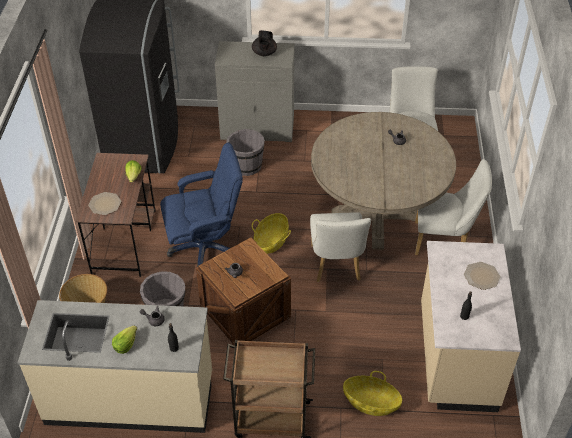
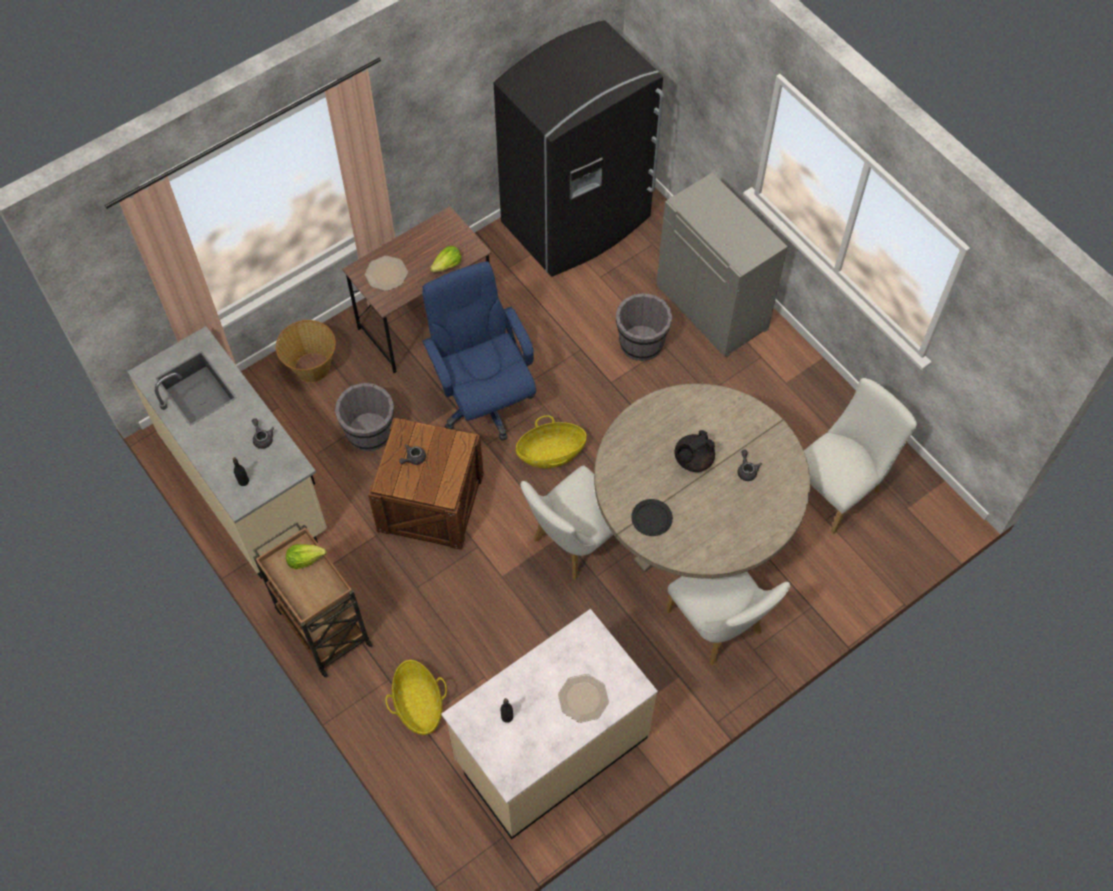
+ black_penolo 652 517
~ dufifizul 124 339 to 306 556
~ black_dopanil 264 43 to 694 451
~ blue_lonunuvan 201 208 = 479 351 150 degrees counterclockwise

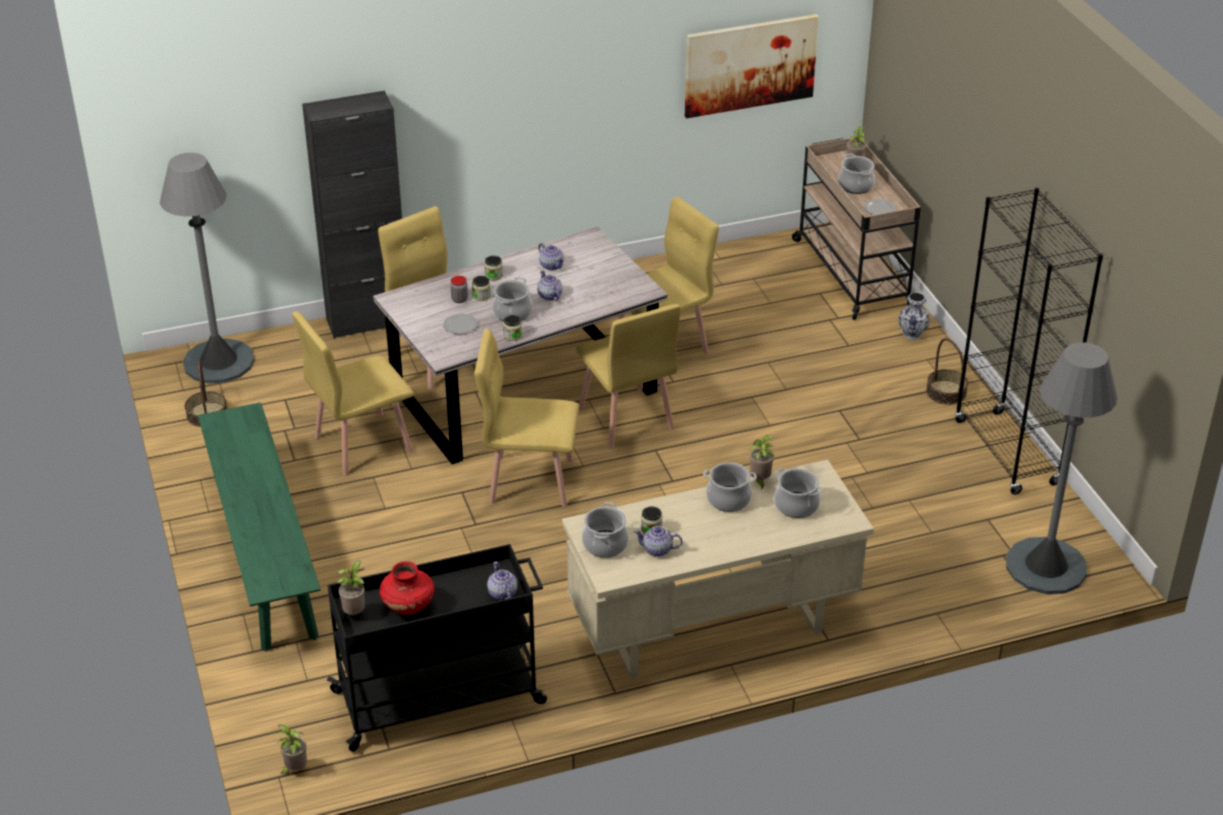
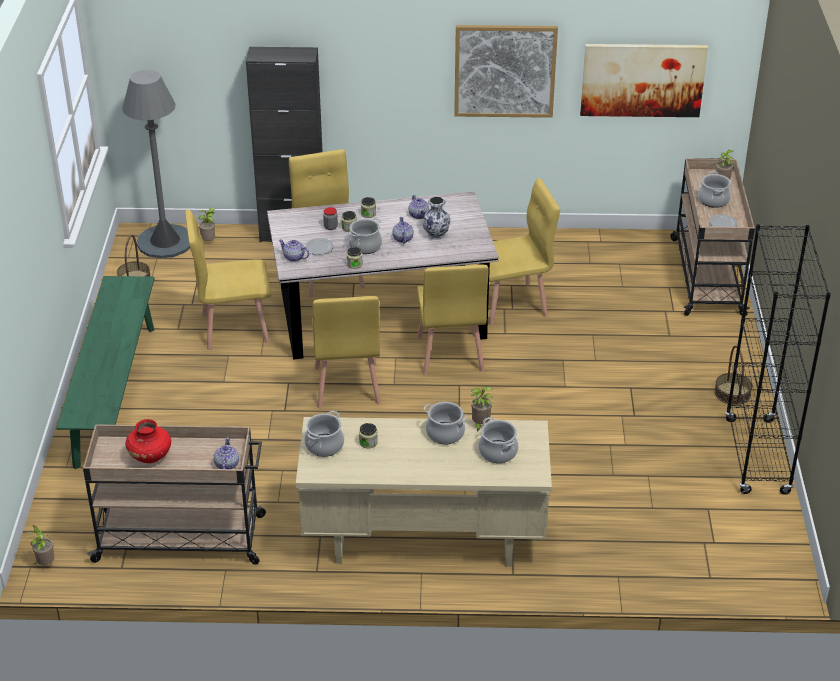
- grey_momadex 1061 468
+ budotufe 506 71
~ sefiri 351 588 to 206 224
~ dopanil 658 541 to 293 250
~ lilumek 914 316 to 436 218
~ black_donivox 437 648 to beige_donivox 174 494
~ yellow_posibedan 526 417 = 346 352 120 degrees counterclockwise

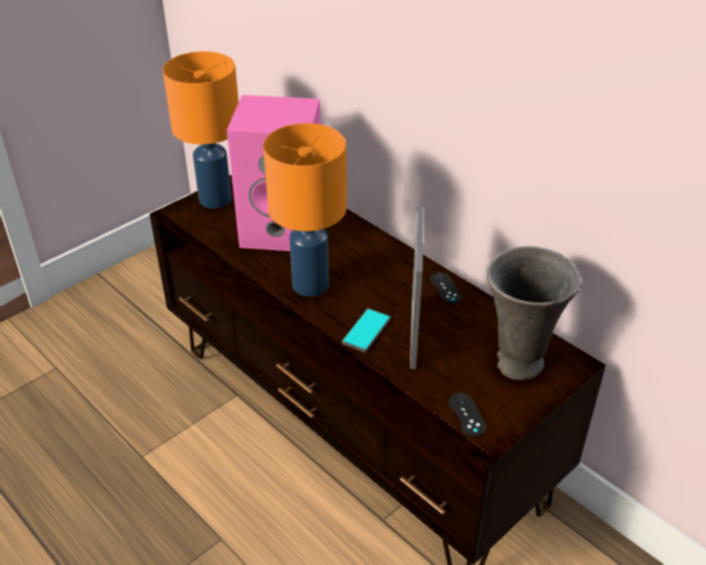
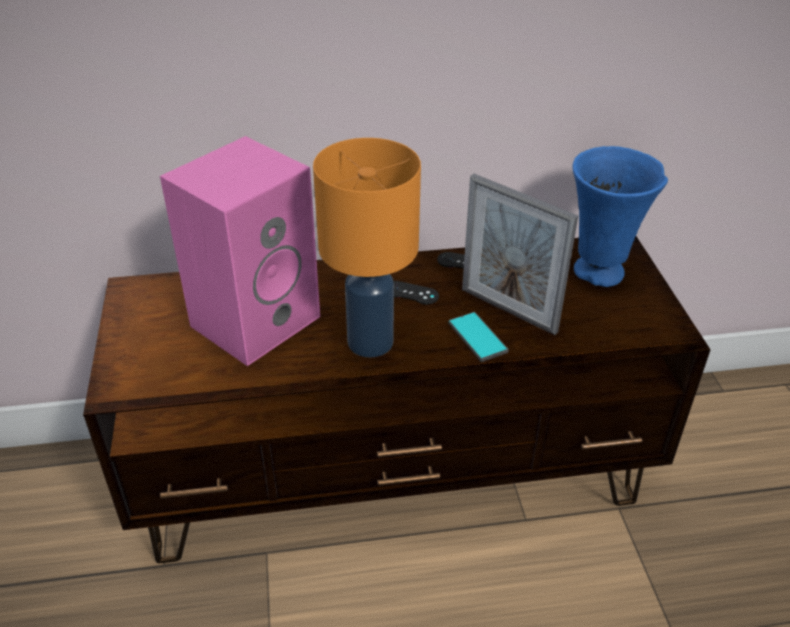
- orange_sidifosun 201 130
~ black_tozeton 467 414 to 416 293
~ grey_lilumek 534 313 to blue_lilumek 620 216

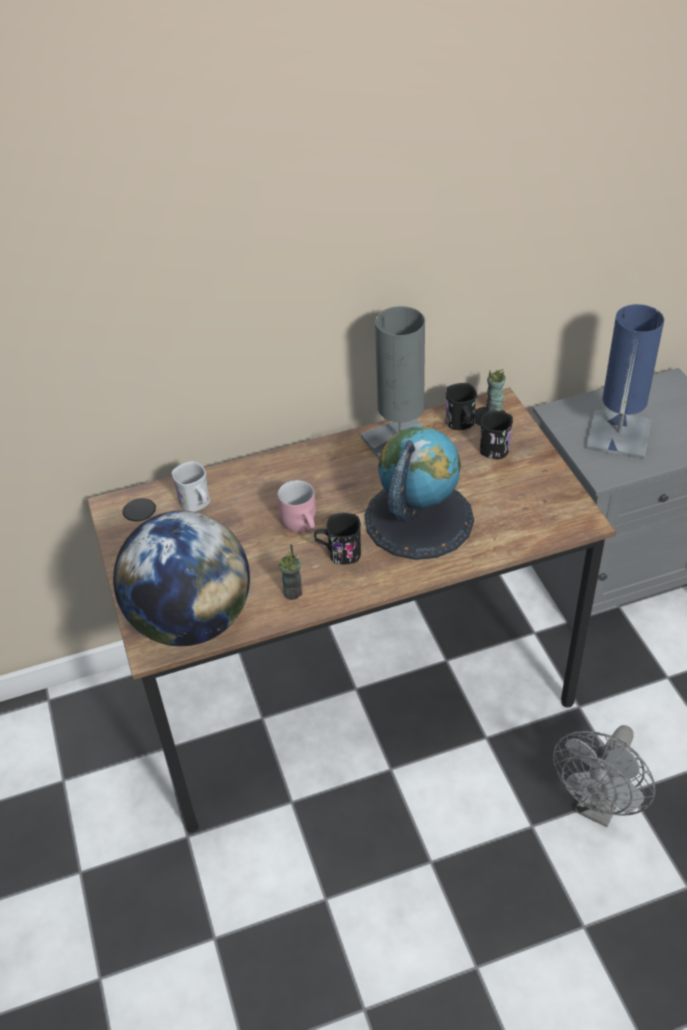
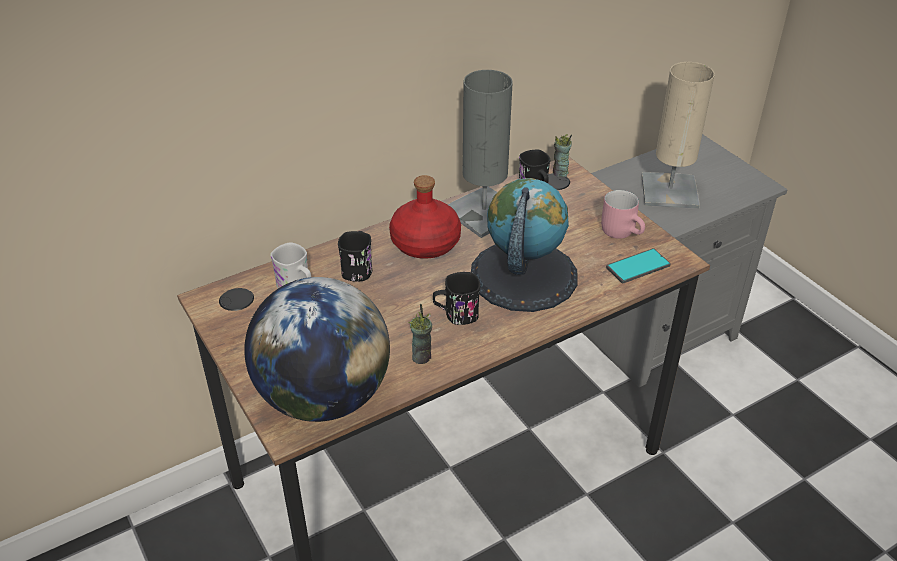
- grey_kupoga 604 776
+ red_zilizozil 425 217
+ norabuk 638 266
~ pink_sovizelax 297 506 to 623 214
~ black_sovizelax 496 434 to 355 256
~ blue_sidifosun 624 381 to beige_sidifosun 678 135

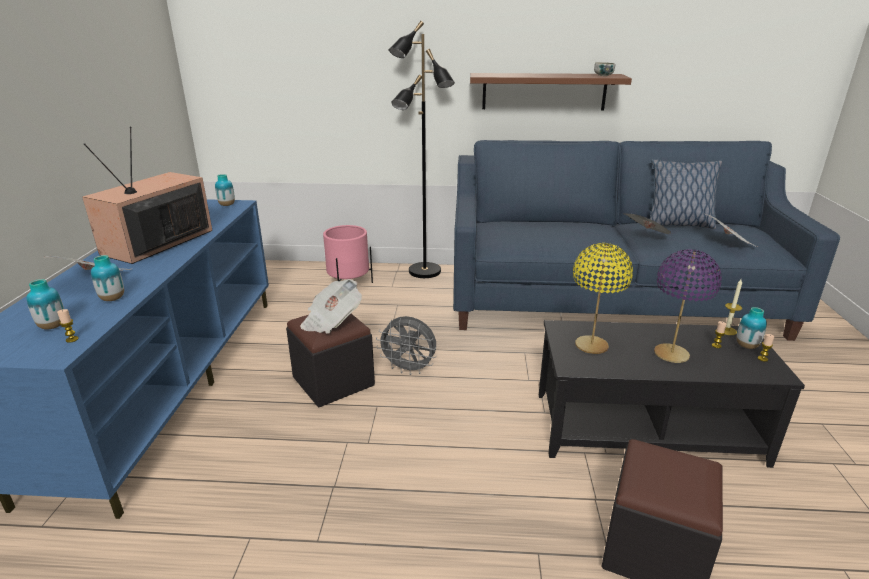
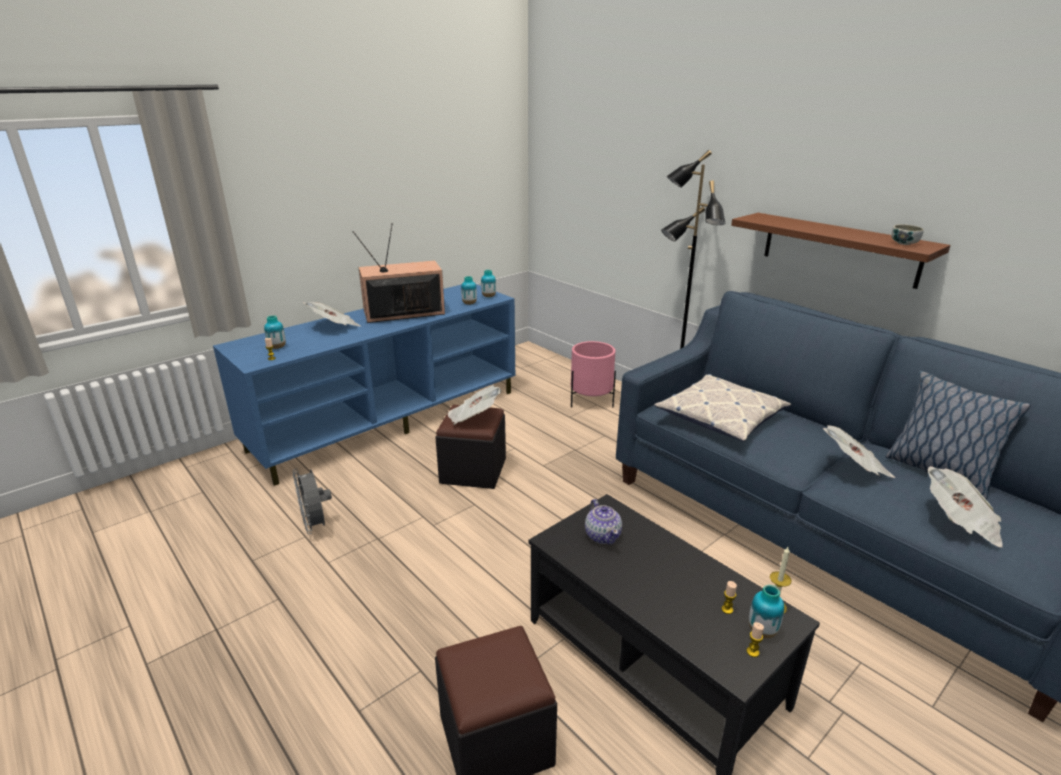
- purple_sidifosun 688 306
+ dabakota 722 408
~ lilumek 107 278 to 469 290
~ grey_kupoga 406 345 to 312 501
~ yellow_sidifosun 603 298 to dopanil 603 522

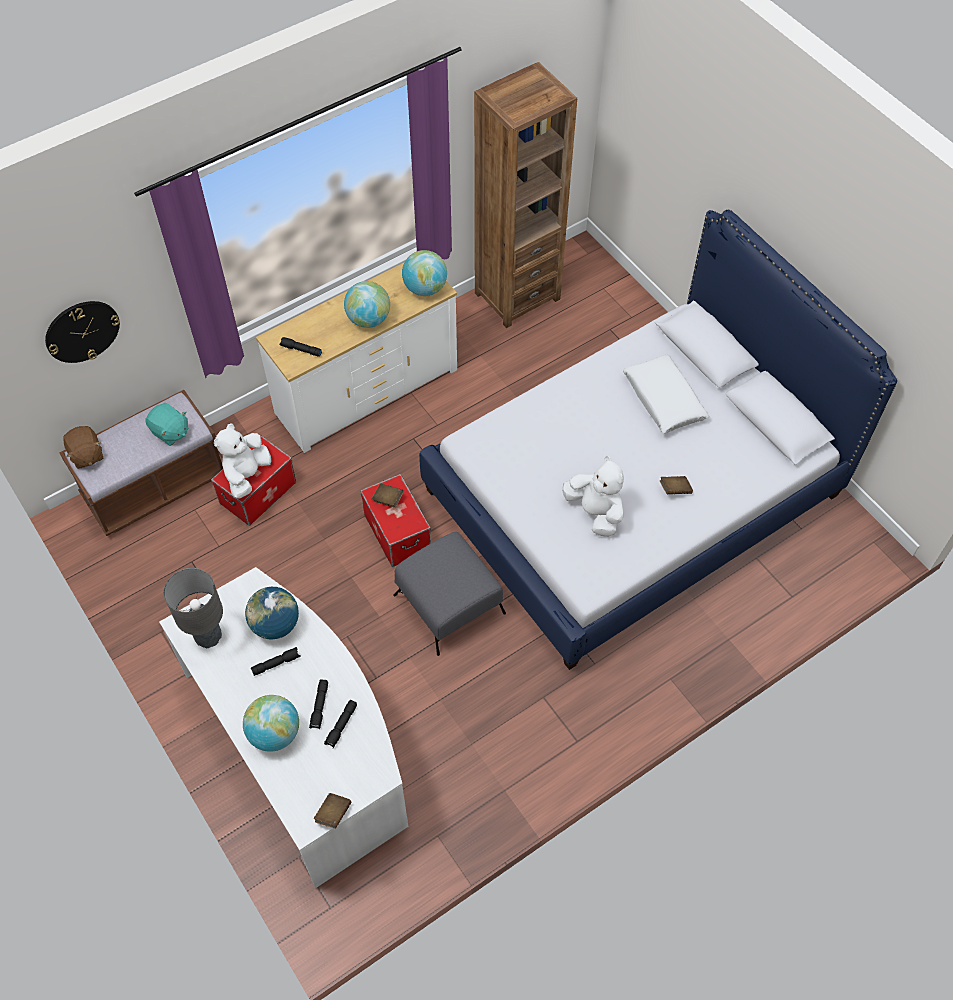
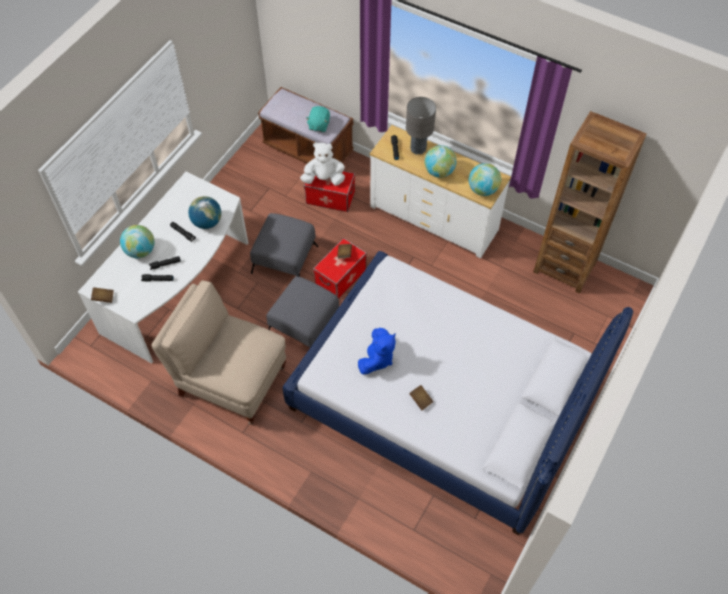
- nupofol 82 332
- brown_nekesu 83 447
- white_dabakota 666 394
+ beige_posibedan 218 352
+ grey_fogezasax 284 245
~ grey_sidifosun 193 608 to 421 126
~ white_nekesu 593 496 to blue_nekesu 377 351

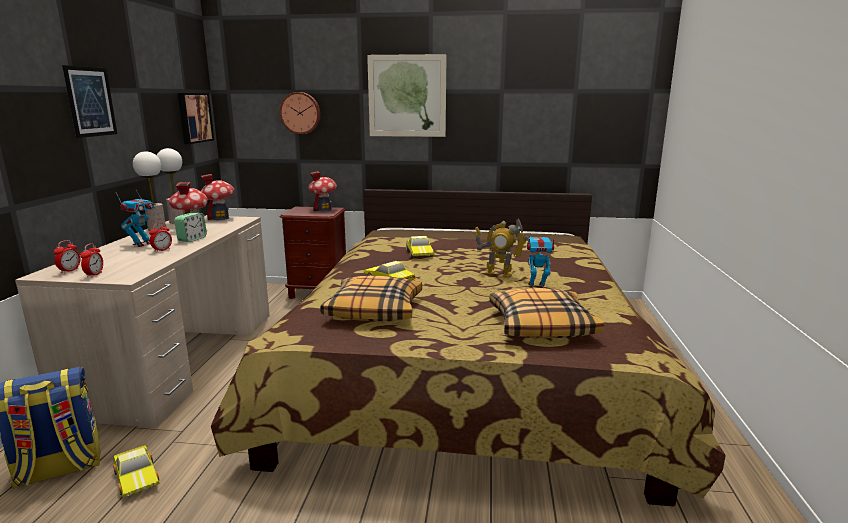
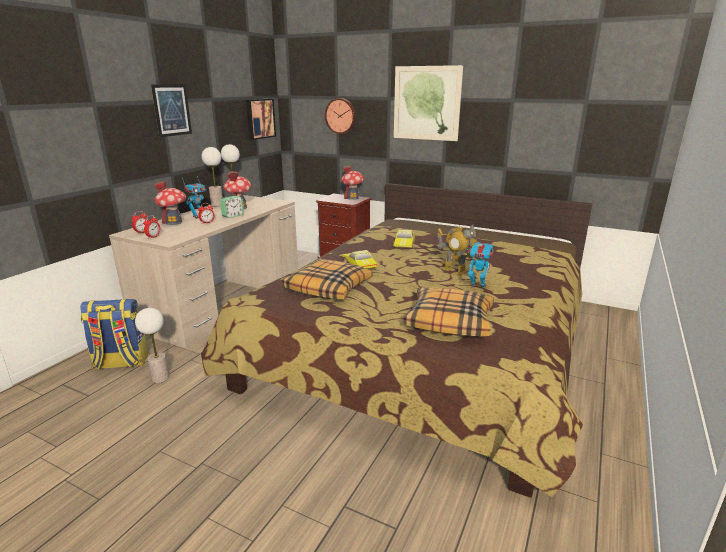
~ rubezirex 218 197 to 170 203
~ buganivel 136 471 to sidifosun 152 345

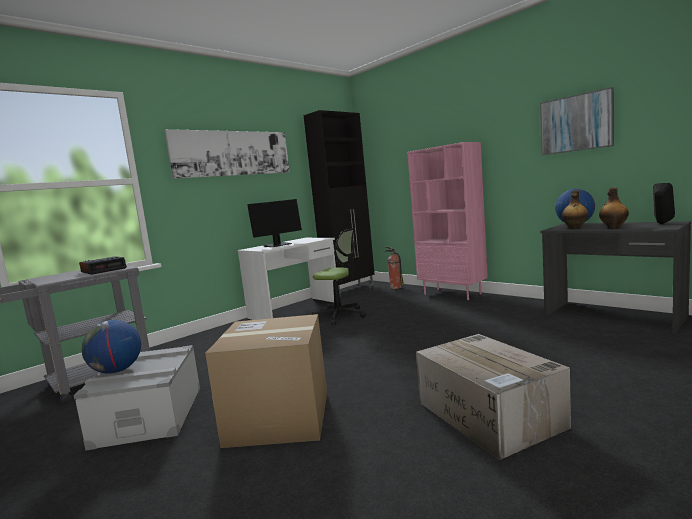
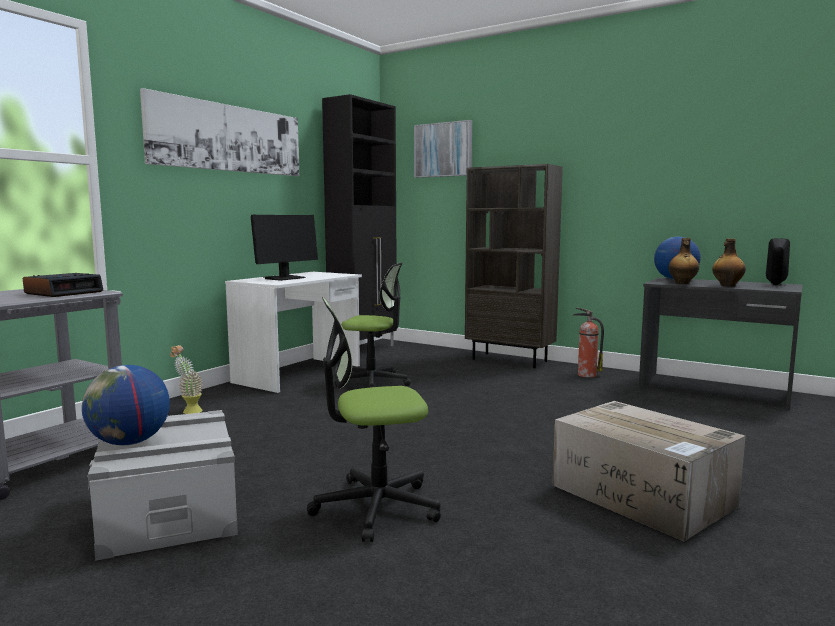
+ sefiri 186 379
~ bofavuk 394 268 to 588 342
~ budotufe 577 121 to 443 149
~ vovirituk 266 381 to lonunuvan 374 419
~ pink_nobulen 447 221 to brown_nobulen 514 266

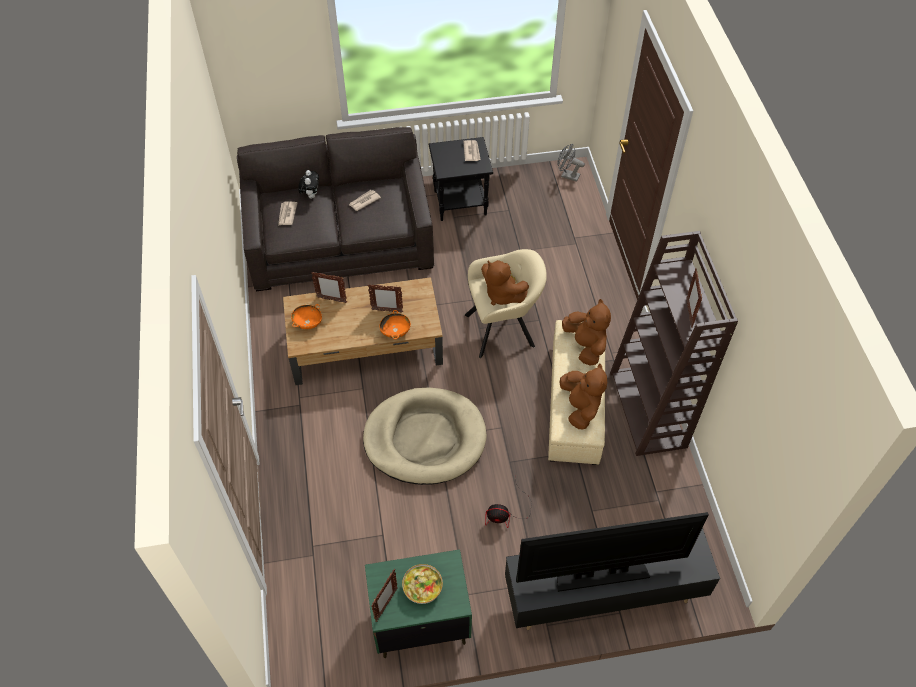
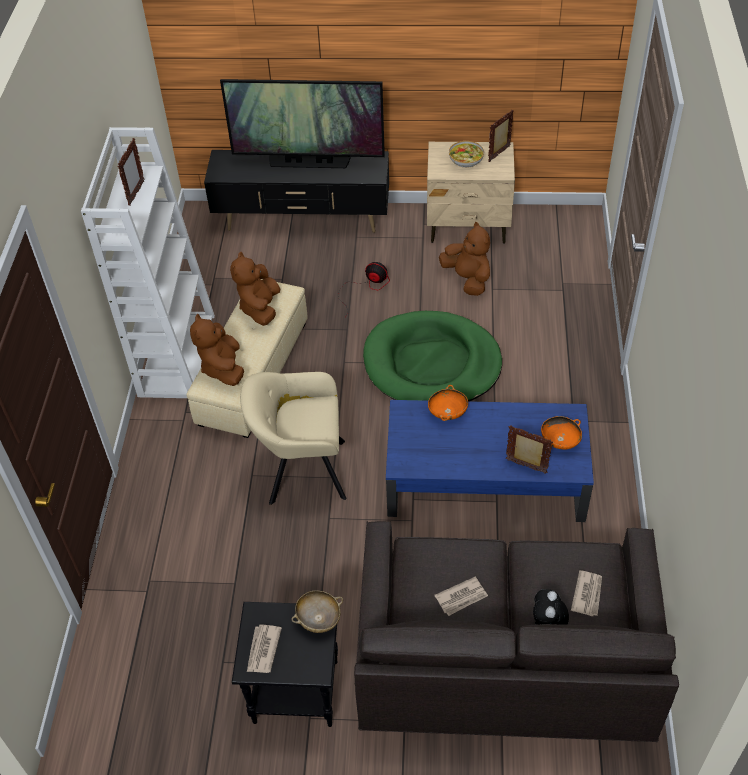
- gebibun 385 298
- grey_kupoga 571 163
+ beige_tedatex 317 611
~ brown_nekesu 505 282 to 464 259
~ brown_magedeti 363 331 to blue_magedeti 490 461
~ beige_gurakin 425 436 to green_gurakin 432 356
~ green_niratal 418 603 to beige_niratal 471 193
~ brown_nobulen 674 343 to white_nobulen 148 262

